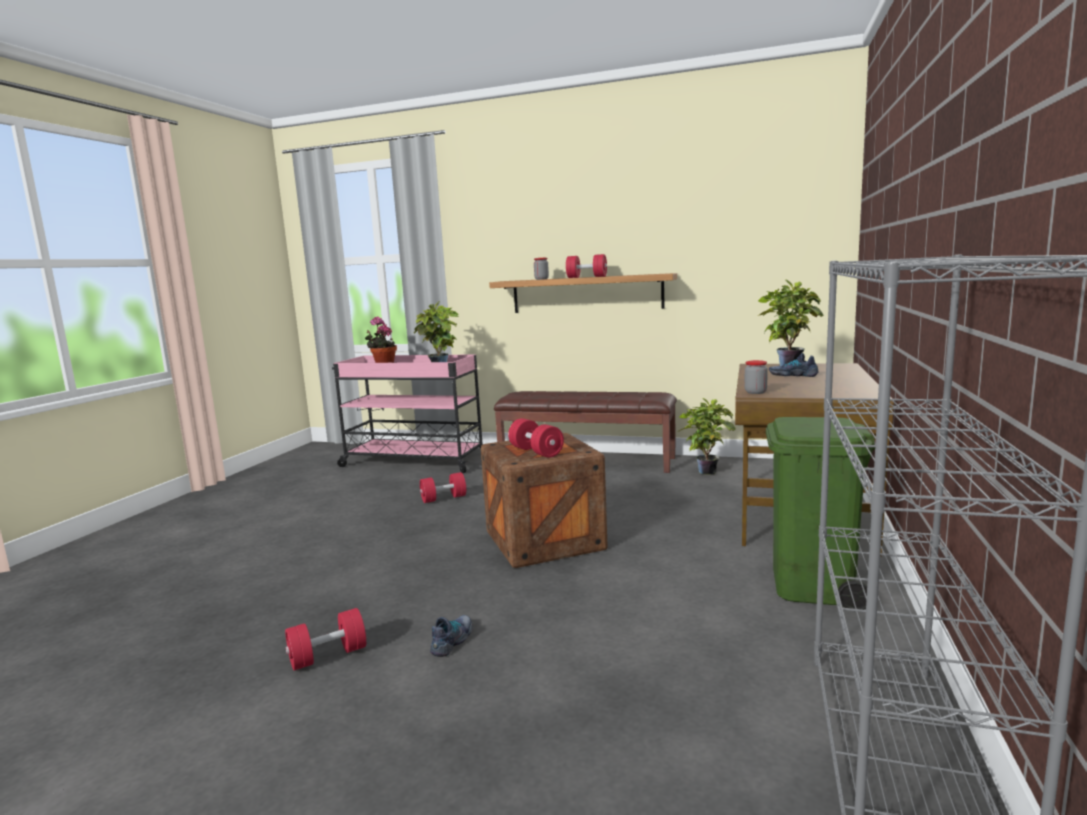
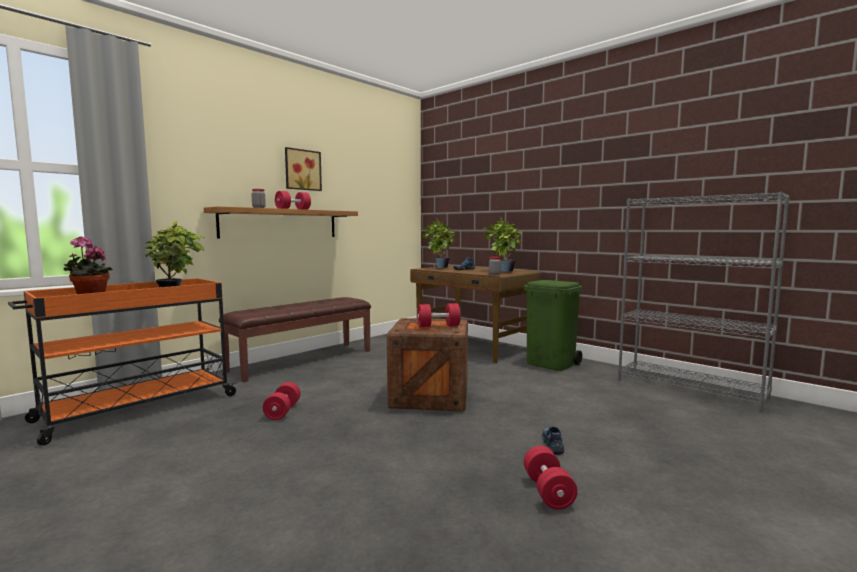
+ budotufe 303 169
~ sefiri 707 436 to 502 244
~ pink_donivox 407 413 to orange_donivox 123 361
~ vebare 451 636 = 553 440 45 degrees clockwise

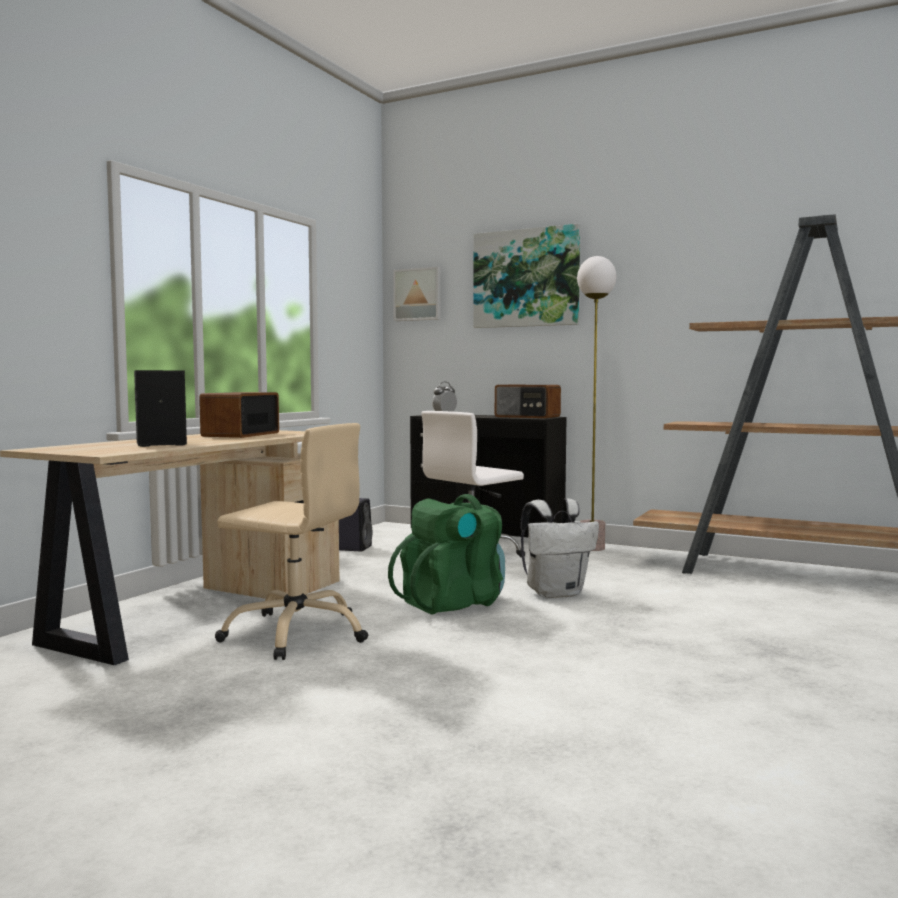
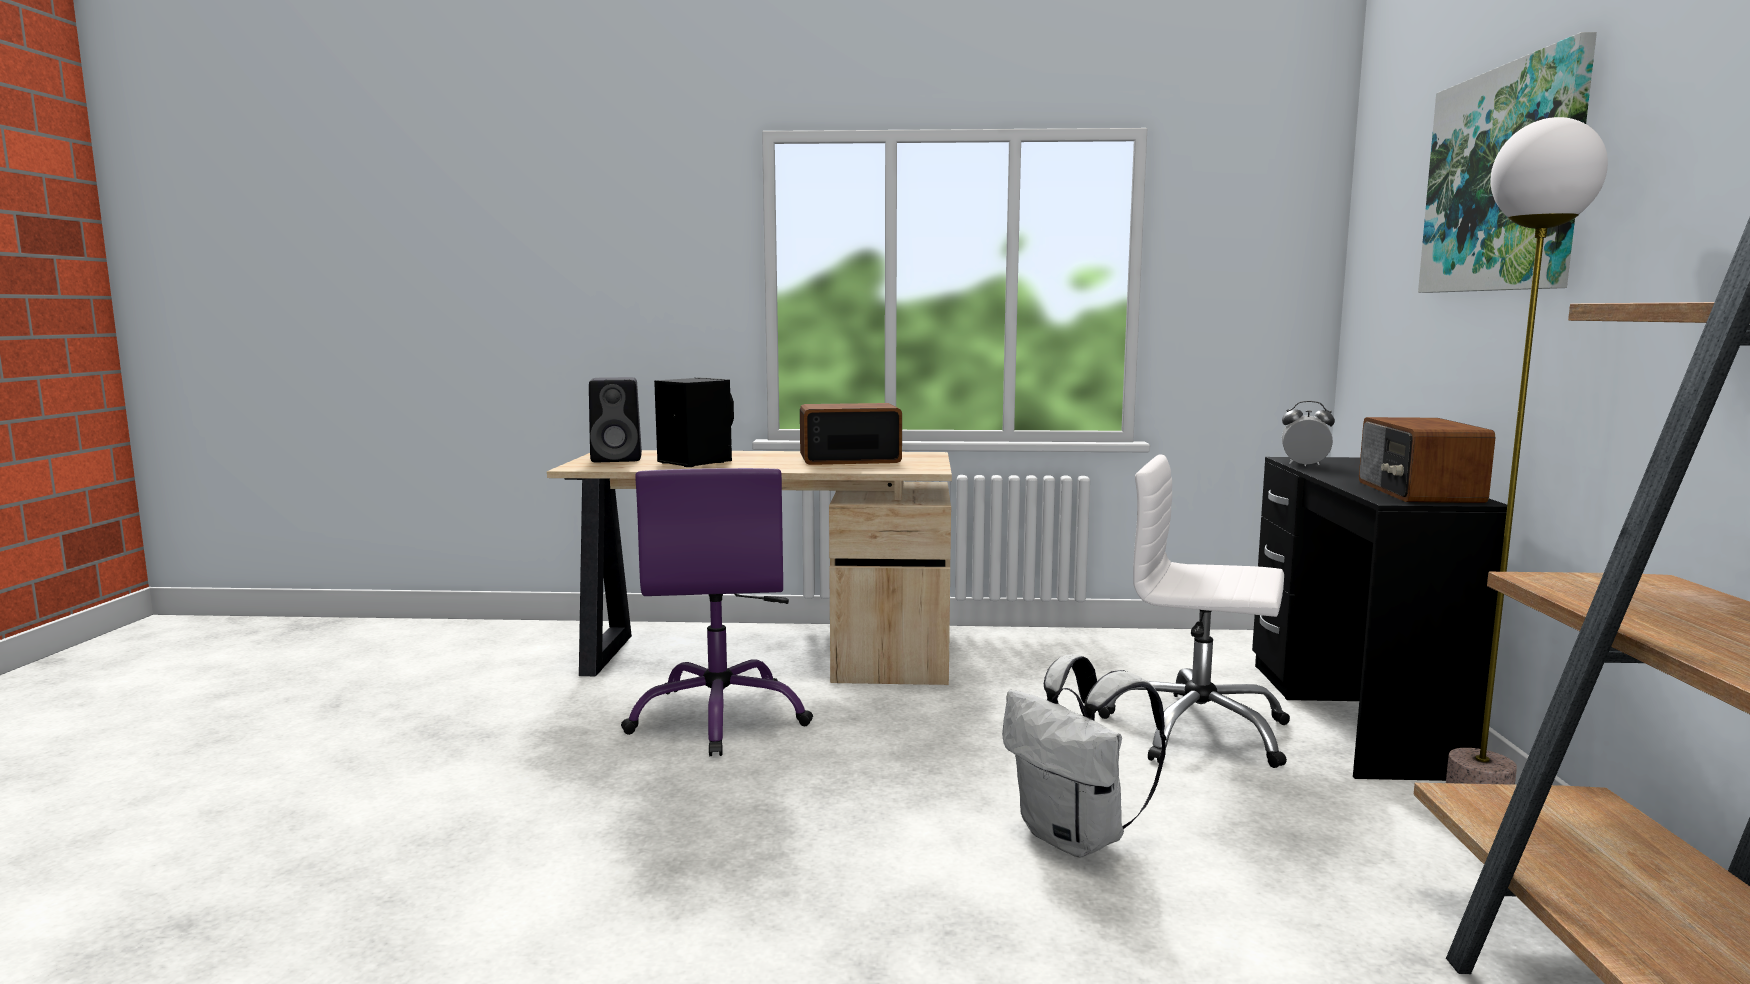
- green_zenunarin 446 554
- budotufe 417 294
~ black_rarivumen 355 524 to 615 419
~ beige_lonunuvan 291 541 to purple_lonunuvan 717 612

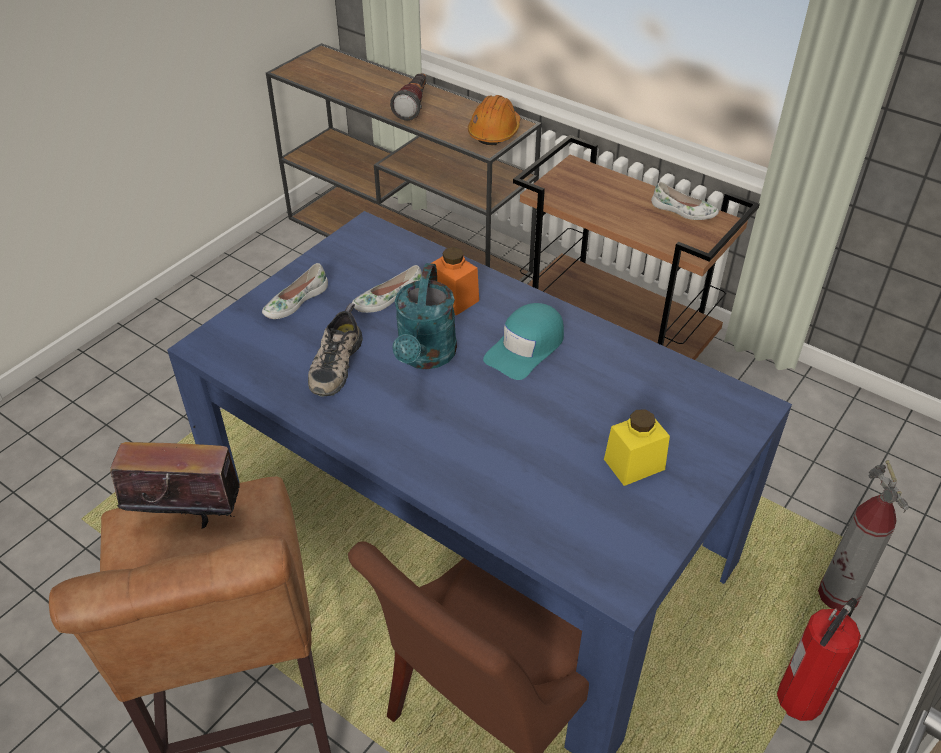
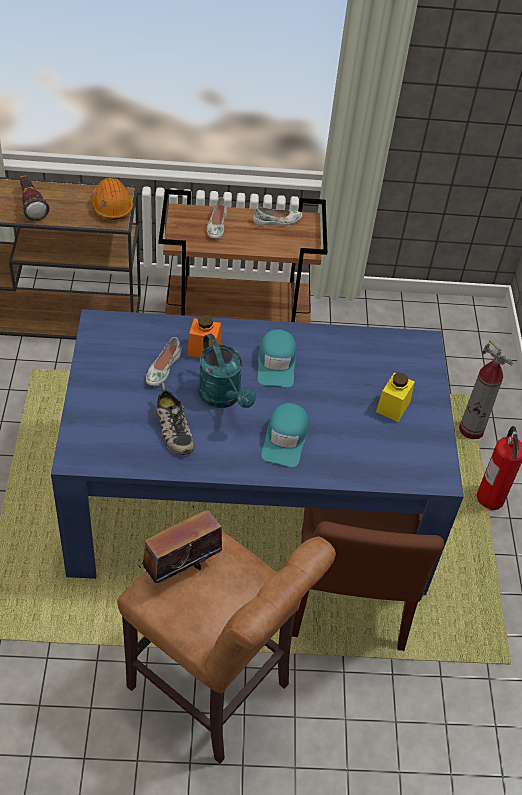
+ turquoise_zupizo 285 435
~ white_vebare 295 291 to 217 218

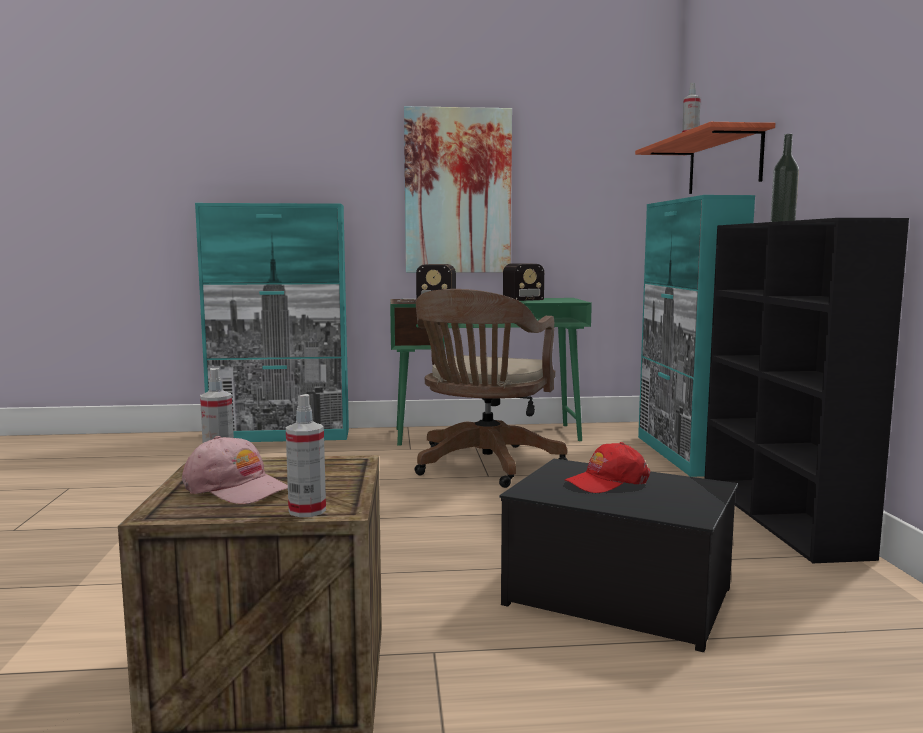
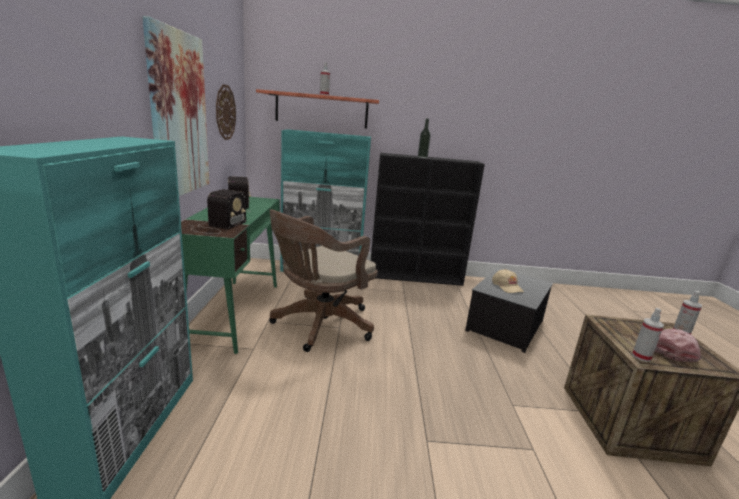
+ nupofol 226 112
~ red_zupizo 607 467 to beige_zupizo 508 281
~ brown_lonunuvan 491 388 = 323 280 105 degrees clockwise

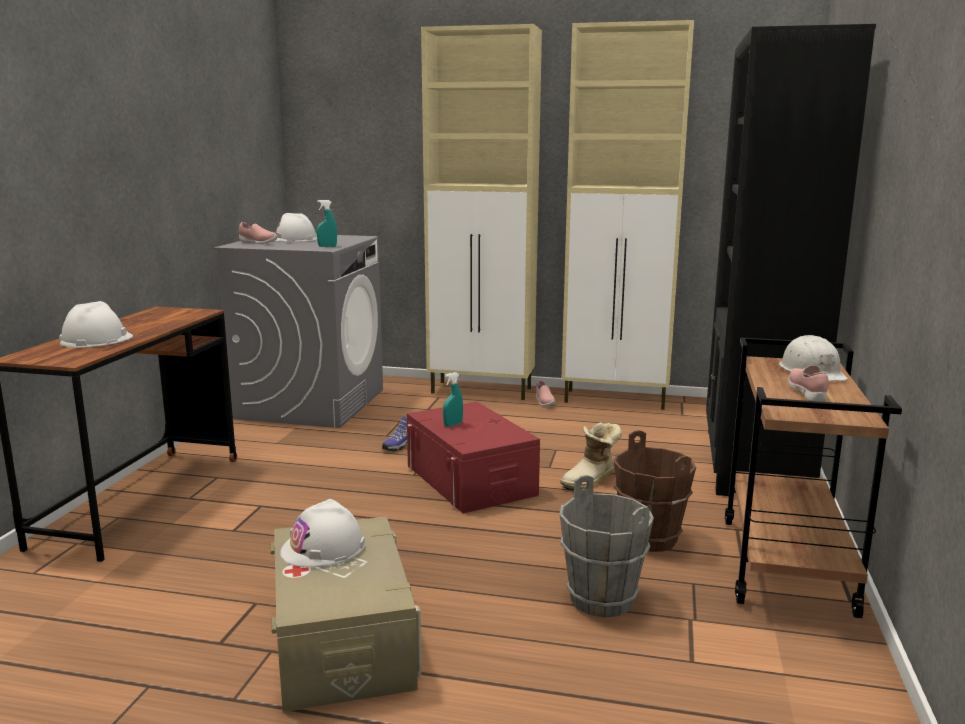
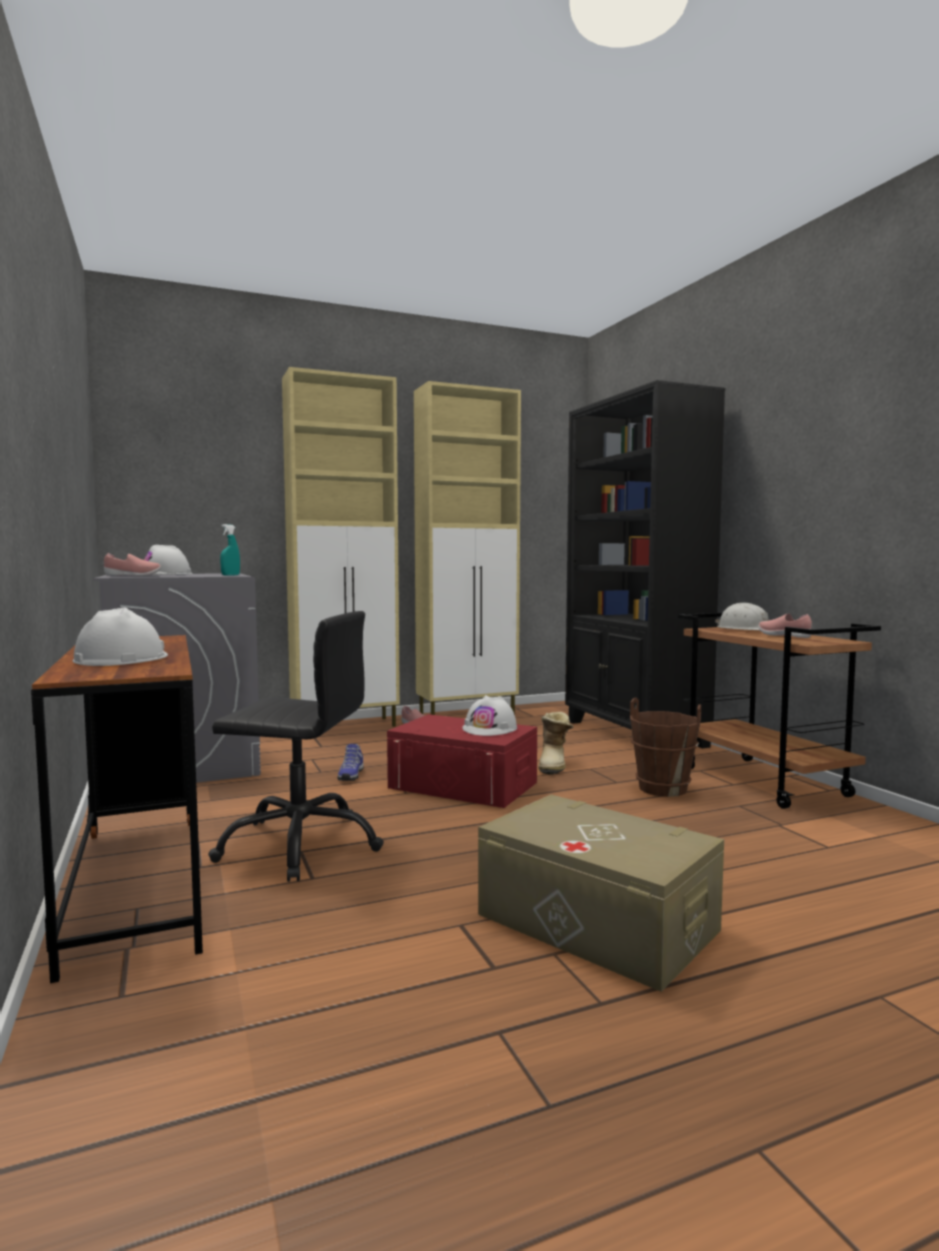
- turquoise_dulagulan 453 399
- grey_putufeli 606 546
+ black_lonunuvan 296 746
~ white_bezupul 322 533 to 489 715

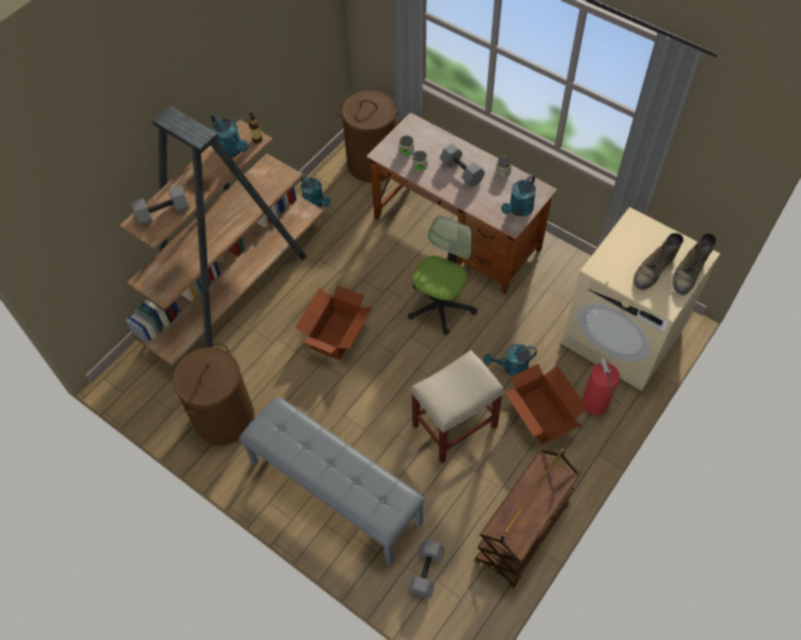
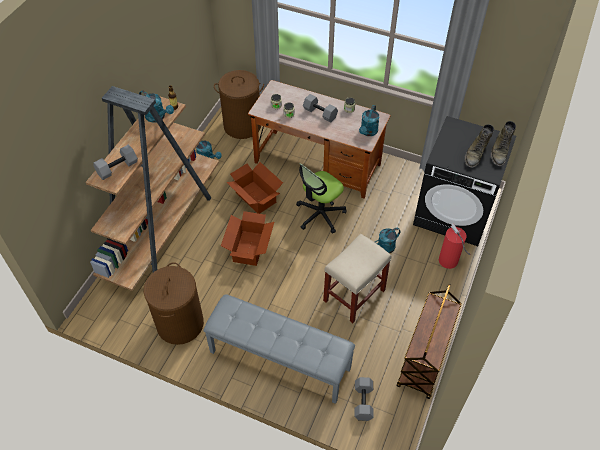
~ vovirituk 546 404 to 254 188
~ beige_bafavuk 640 299 to black_bafavuk 464 181
~ lonunuvan 442 275 = 321 198 150 degrees counterclockwise

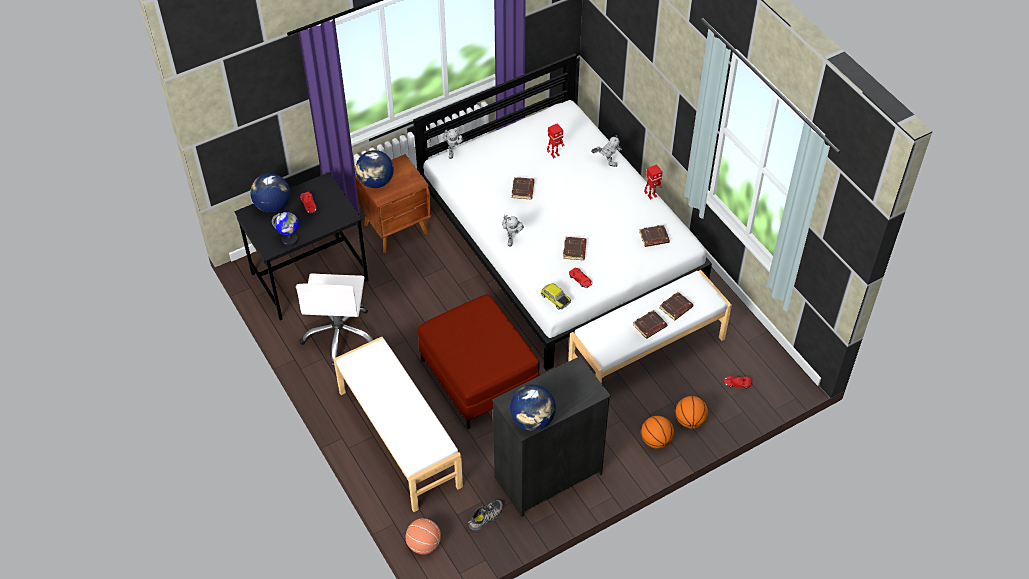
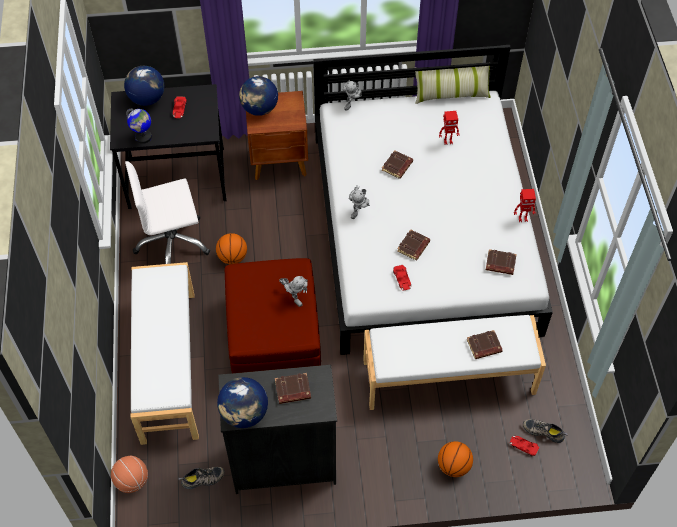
- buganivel 556 296
+ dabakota 453 85
+ vebare 545 431
~ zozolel 606 151 to 293 291
~ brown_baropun 650 324 to 293 388
~ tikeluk 657 432 to 231 248
~ white_lonunuvan 334 319 = 167 212 45 degrees clockwise

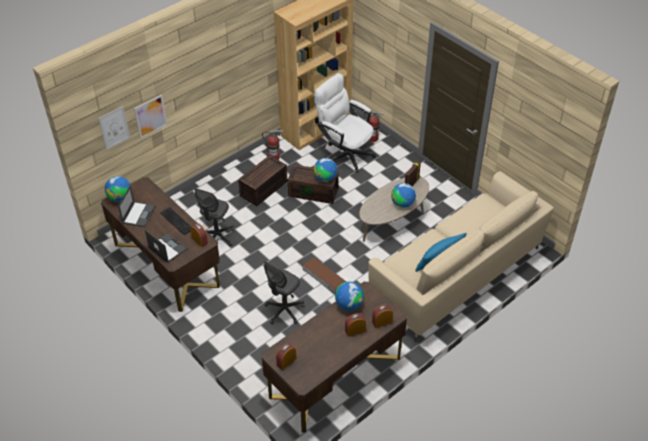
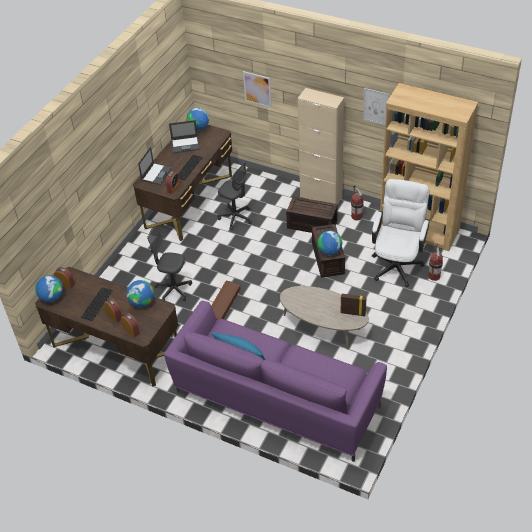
+ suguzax 97 304
+ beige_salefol 321 146
~ budotufe 114 128 to 376 107
~ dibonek 403 195 to 49 288
~ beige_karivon 461 257 to purple_karivon 275 381
~ grey_lonunuvan 214 217 = 234 195 150 degrees counterclockwise

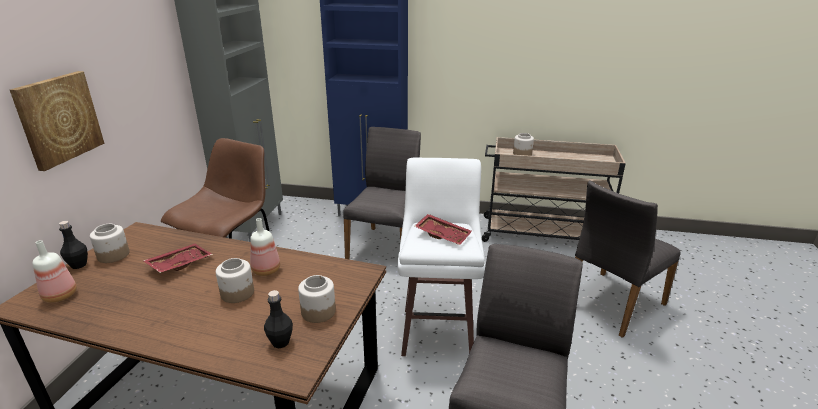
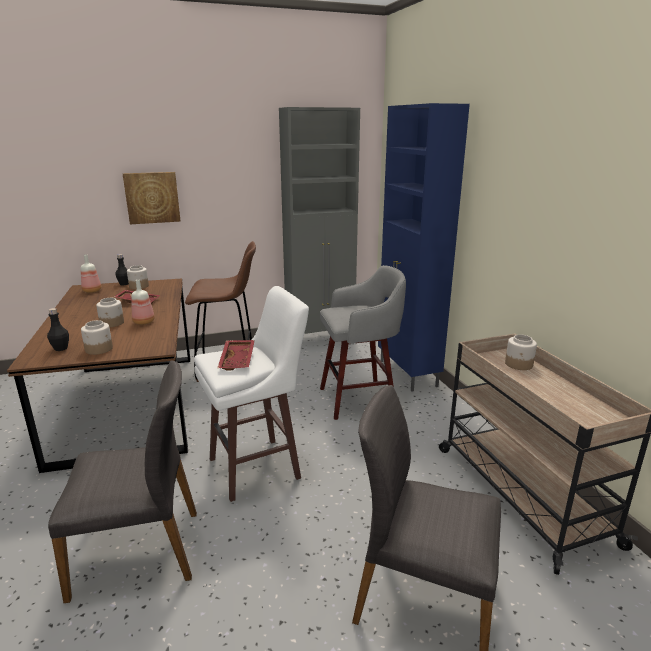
~ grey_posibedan 382 193 to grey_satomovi 363 342

